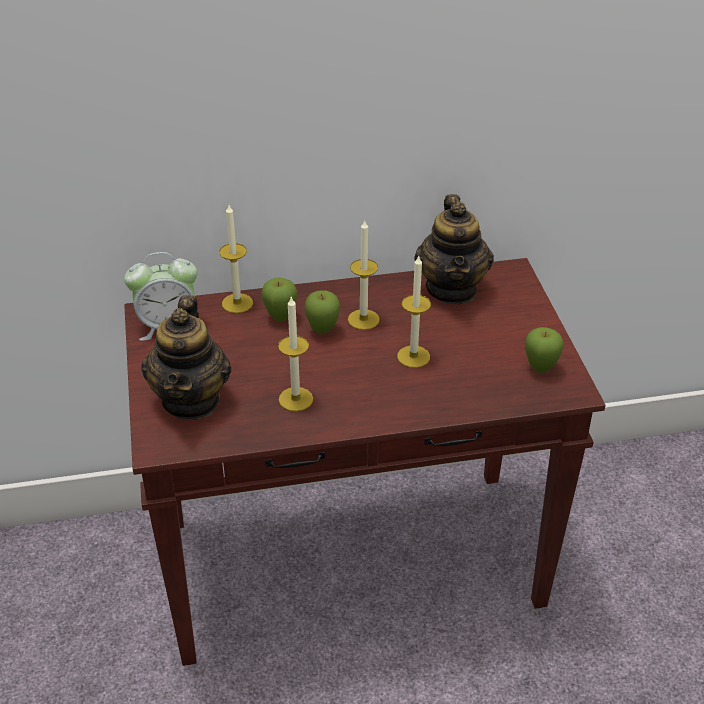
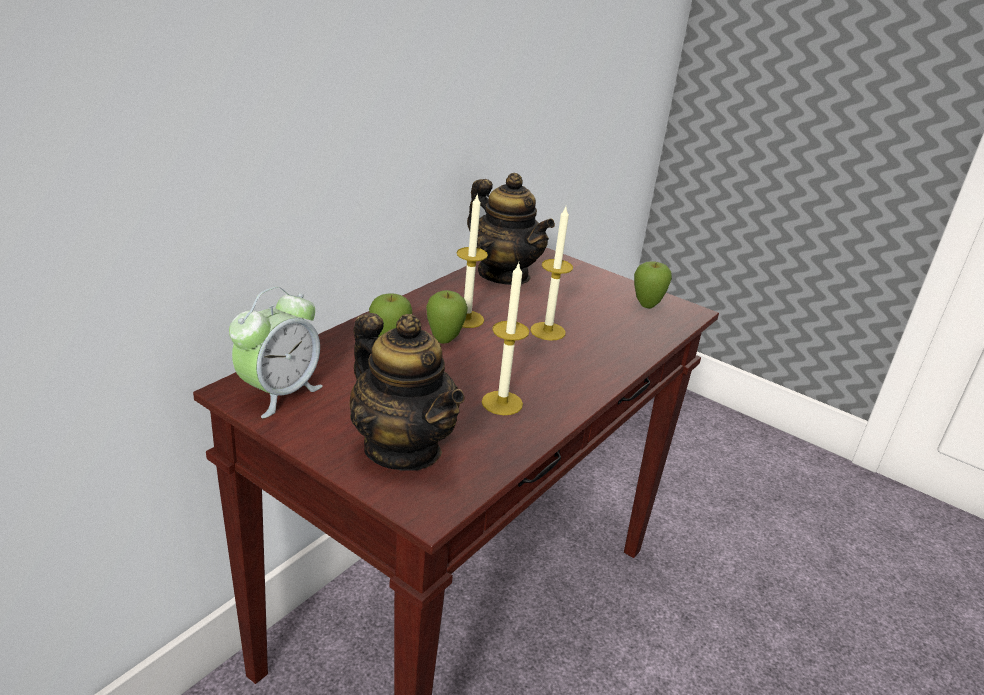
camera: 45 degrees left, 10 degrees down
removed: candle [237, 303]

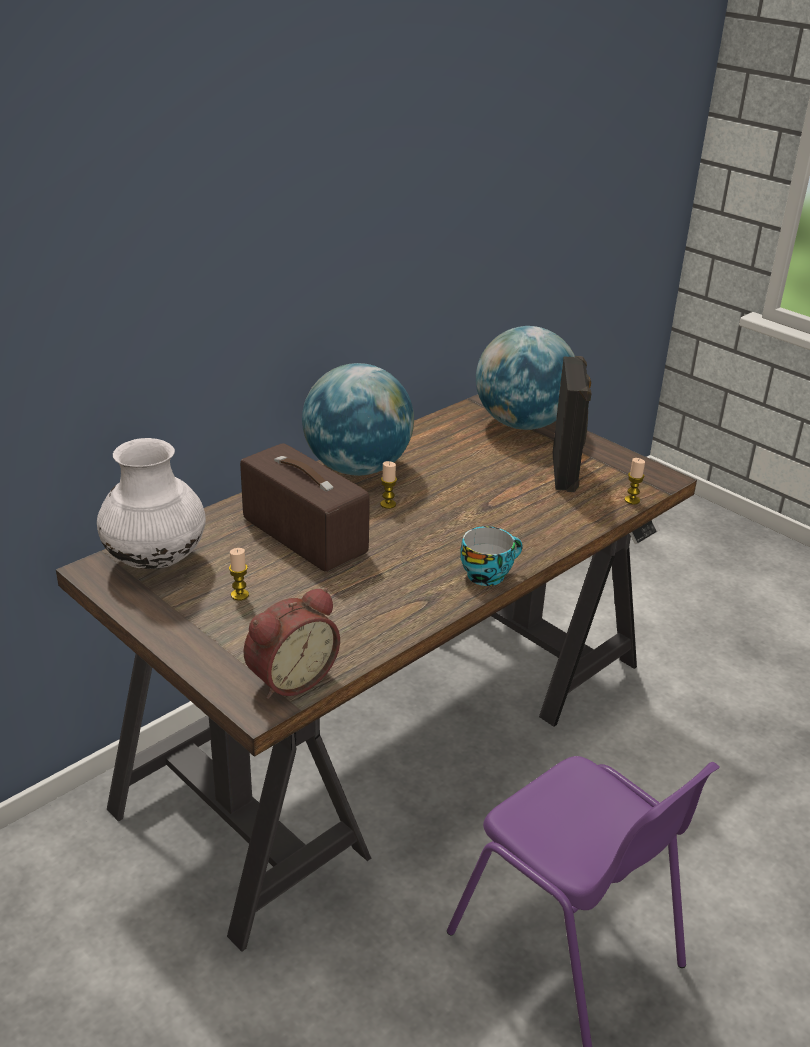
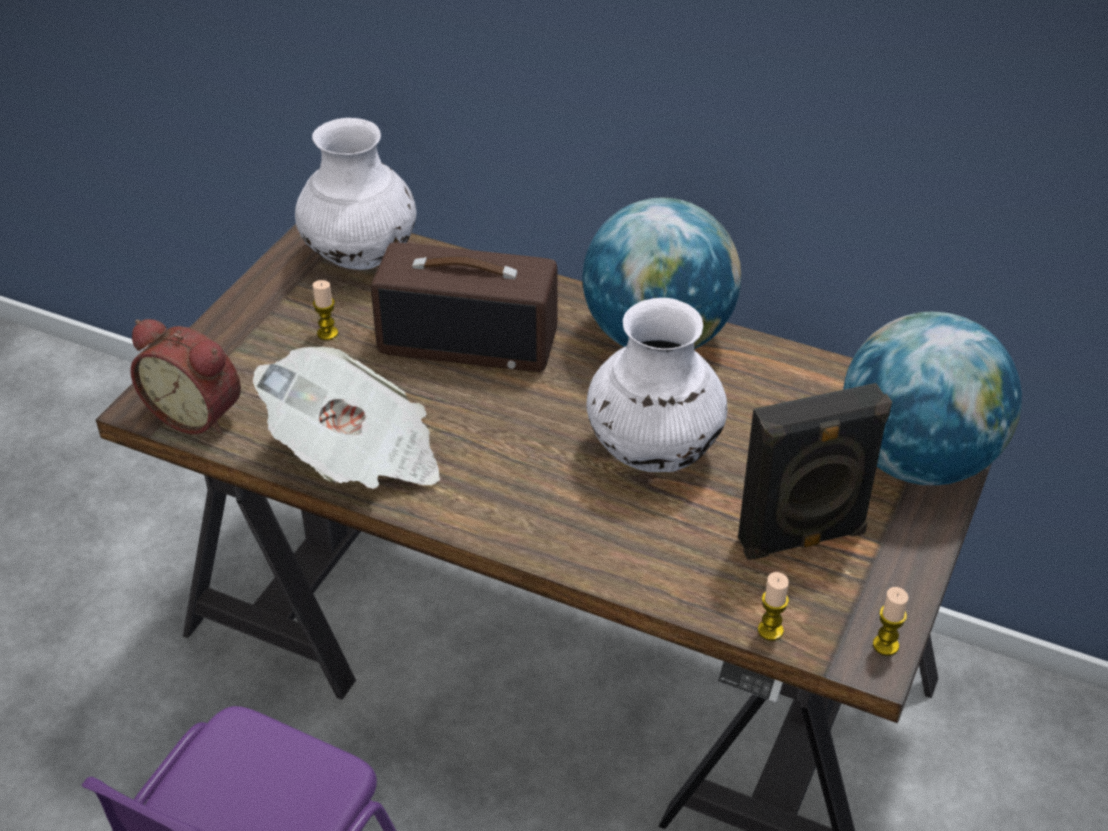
camera: 70 degrees right, 10 degrees up
removed: cup [487, 574]
added: vase/white [653, 451]; newspaper [357, 456]
moved: candle [388, 504] to [885, 645]
turned: radio [302, 536] = [470, 341] 75 degrees clockwise

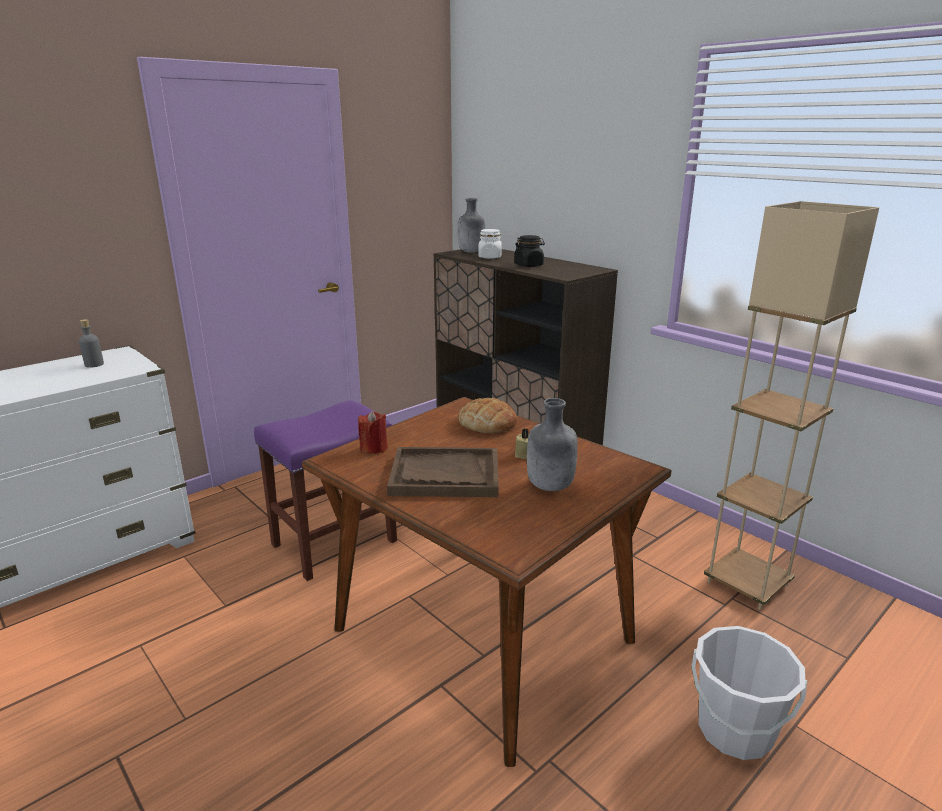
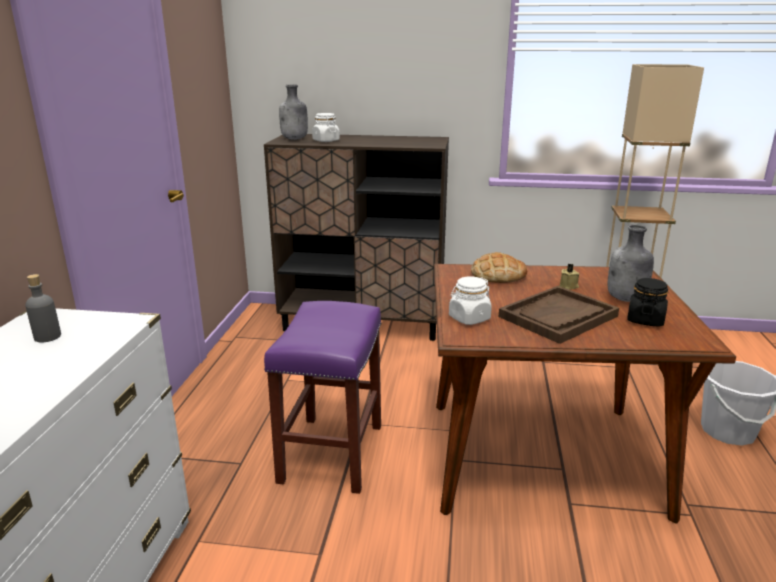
camera: 40 degrees left, 0 degrees up
moved: jar/black [528, 265] to [645, 320]
replaced: candle/red [373, 448] to jar/white [469, 318]

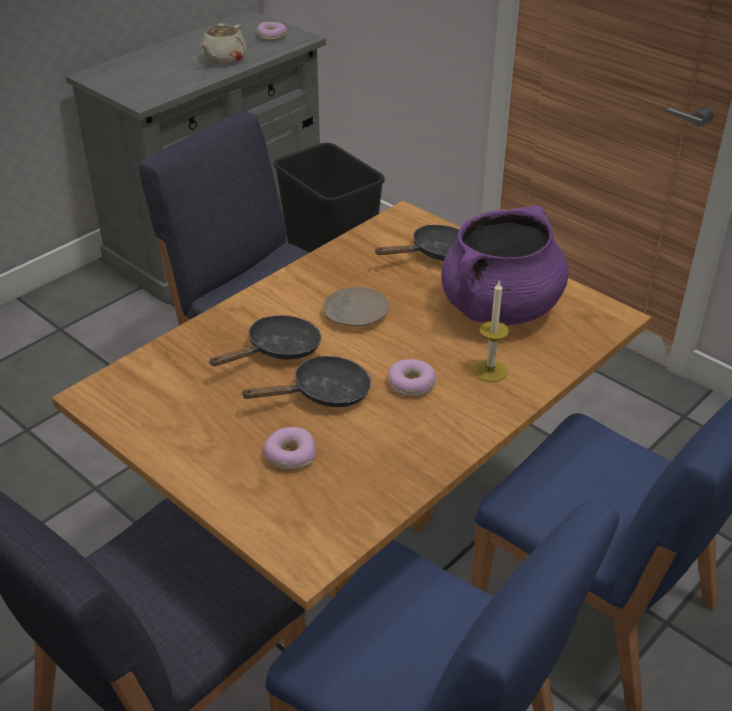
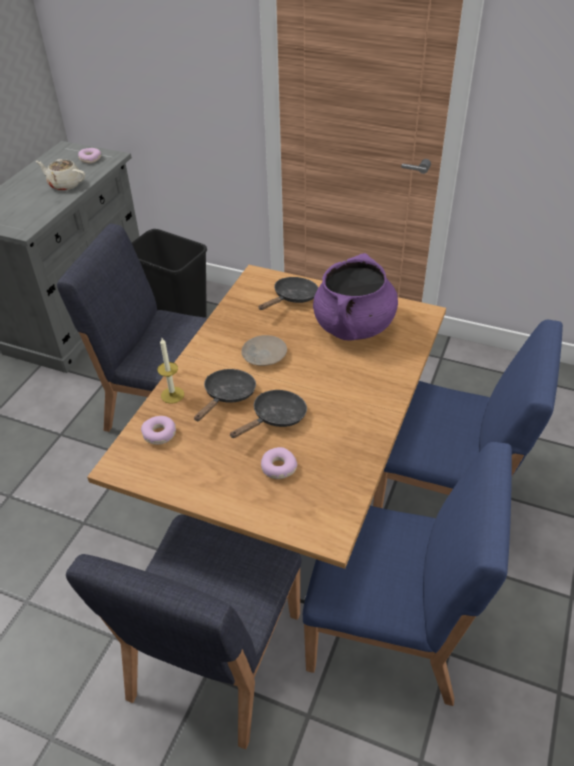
camera: 20 degrees left, 5 degrees up
moved: candle [490, 371] to [172, 395]; donut [411, 384] to [159, 434]
turned: teapot/beige [223, 59] = [65, 184] 105 degrees clockwise

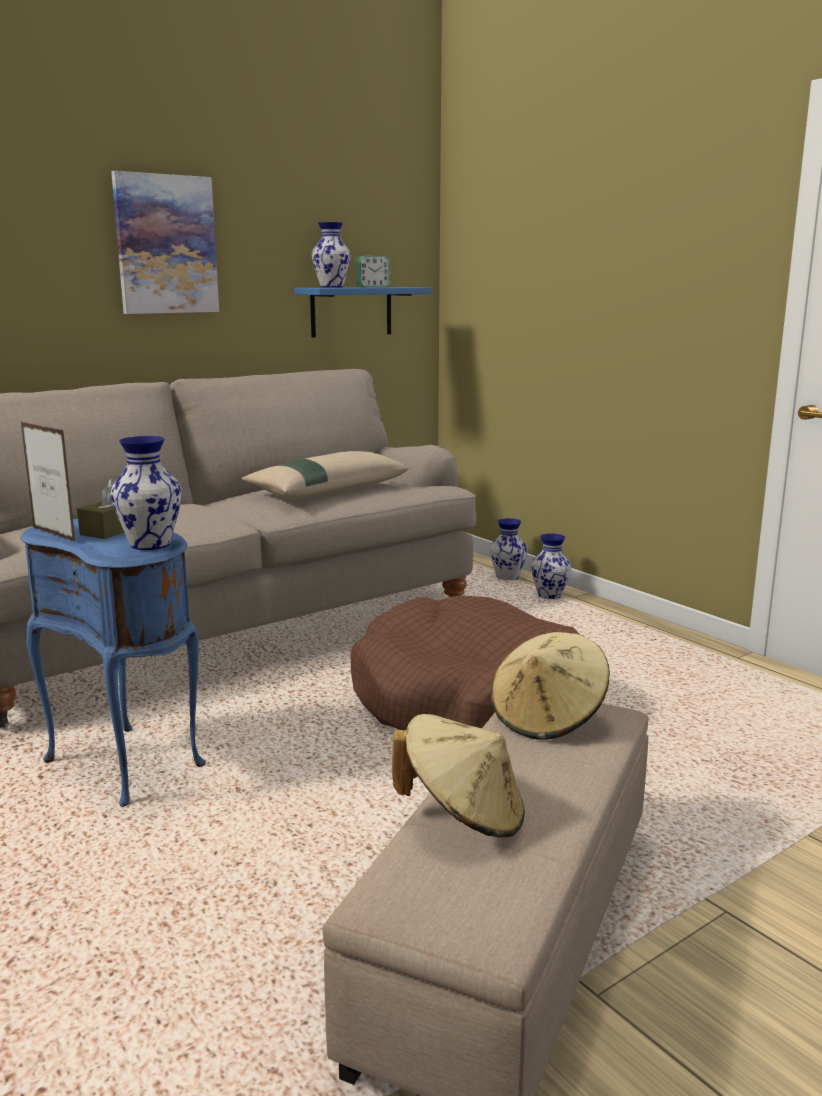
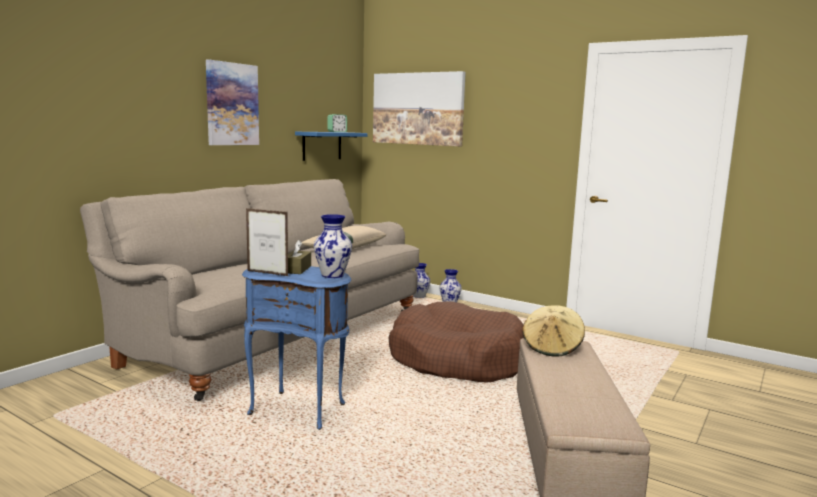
camera: 20 degrees left, 5 degrees down
removed: vase [332, 287]; hat/beige [463, 815]
added: picture [418, 109]

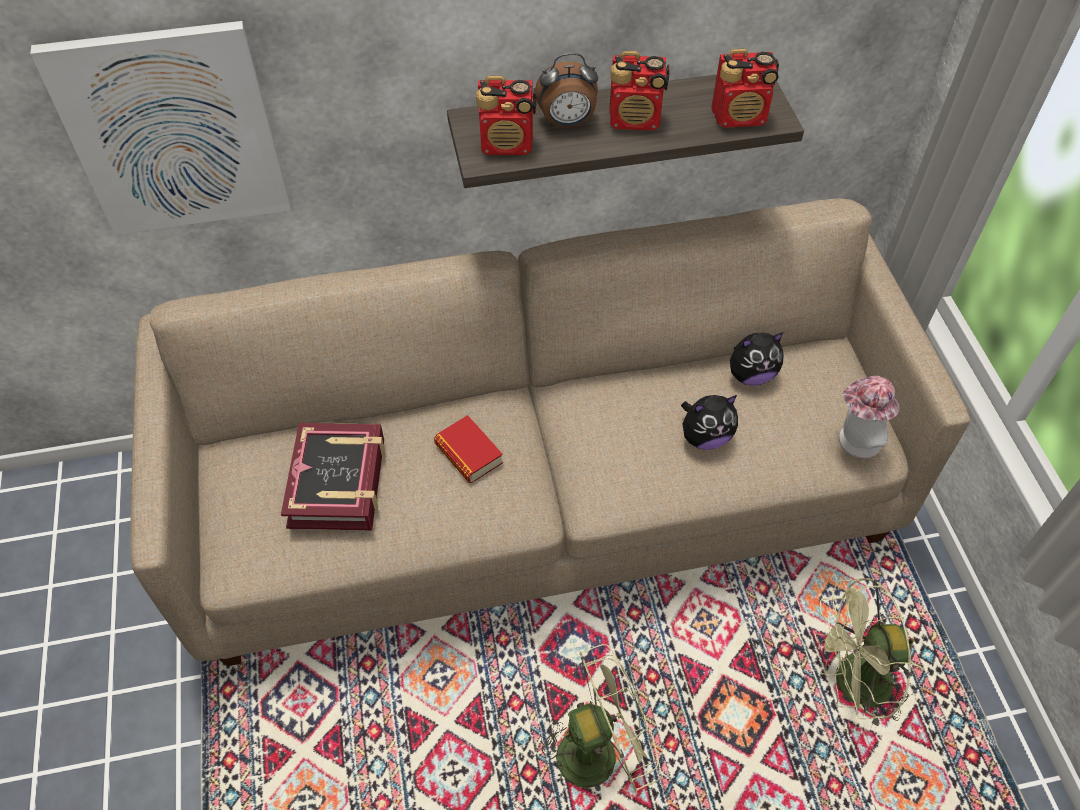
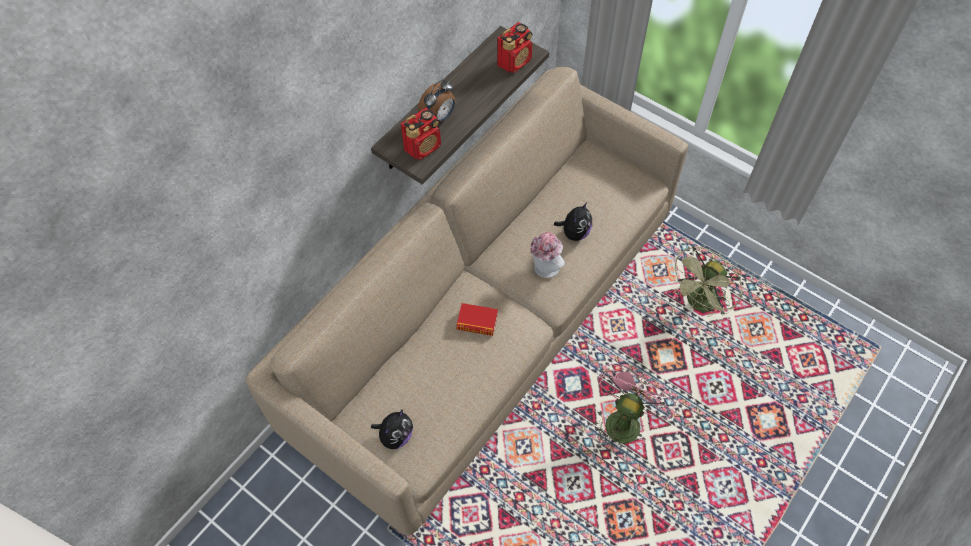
camera: 40 degrees left, 5 degrees up
removed: picture [173, 131]; radio [635, 120]; book [338, 483]
moved: plush toy [750, 374] to [395, 436]; hat [854, 441] to [544, 269]
recoloured: fan/green [598, 749] to fan/pink [624, 419]

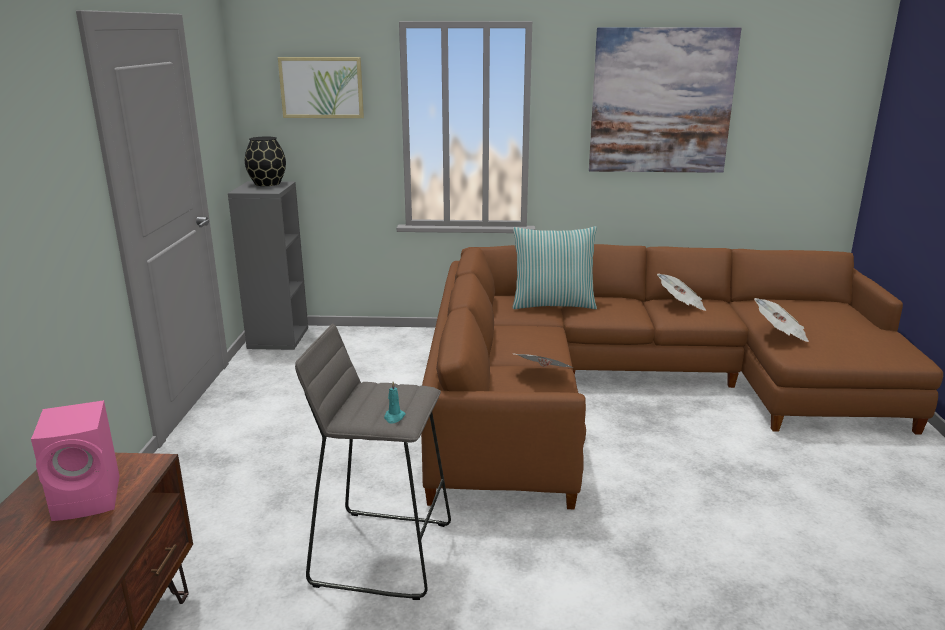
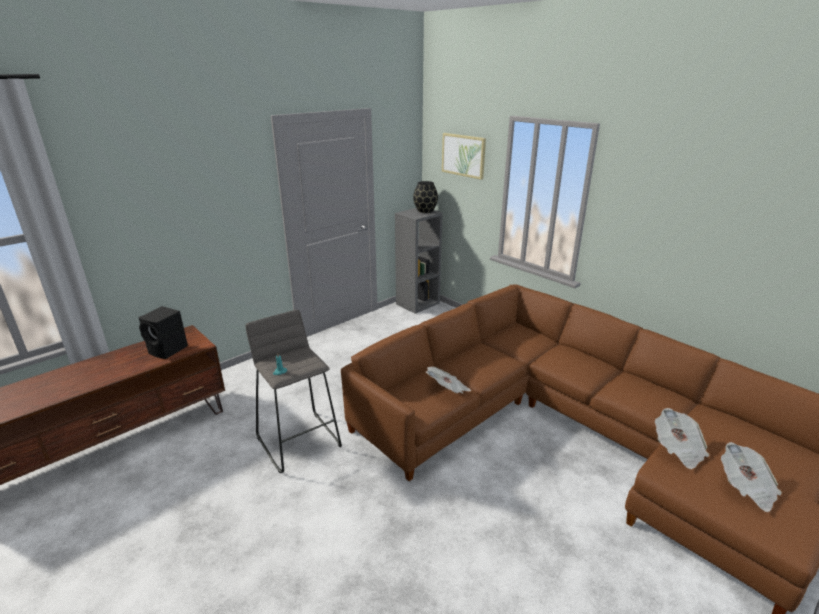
camera: 45 degrees right, 5 degrees up
removed: picture [661, 101]; pillow [553, 304]
moved: newspaper [681, 305] to [746, 488]
recoloured: speaker/pink [90, 498] to speaker/black [168, 350]

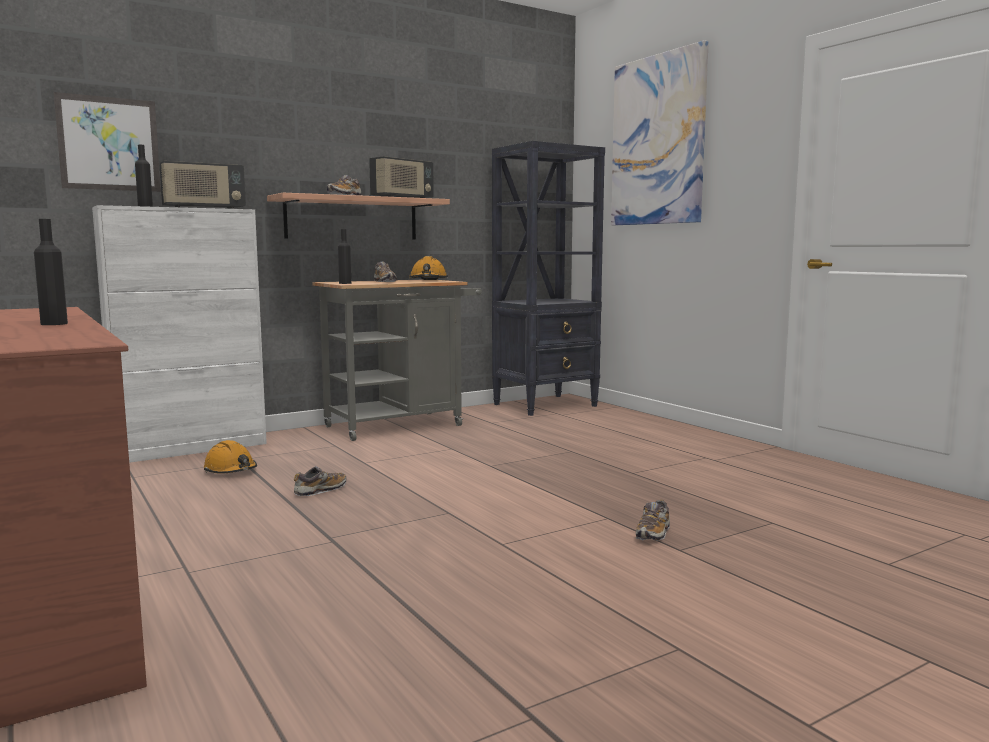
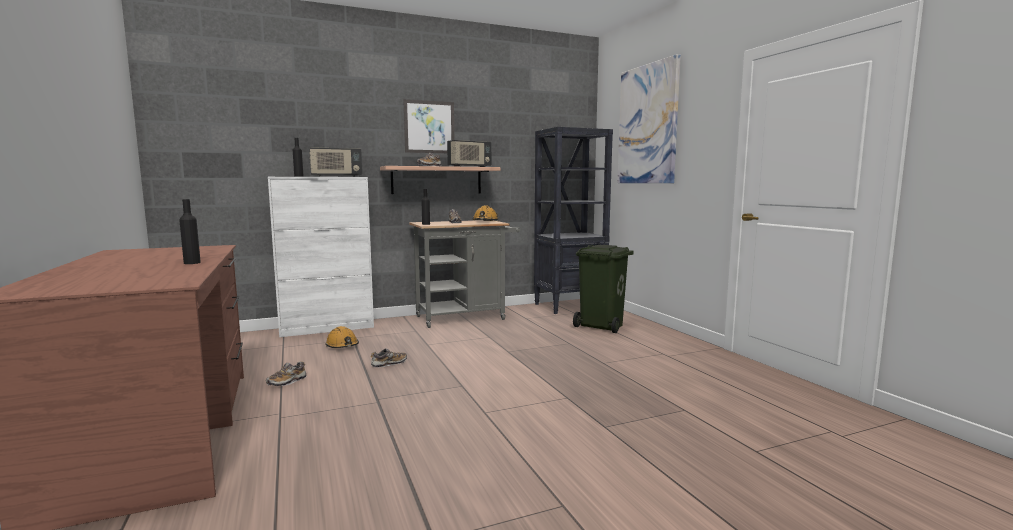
camera: 10 degrees right, 0 degrees up
added: trash can/green [602, 326]
moved: picture [109, 144] to [429, 127]; shoe [653, 534] to [287, 382]

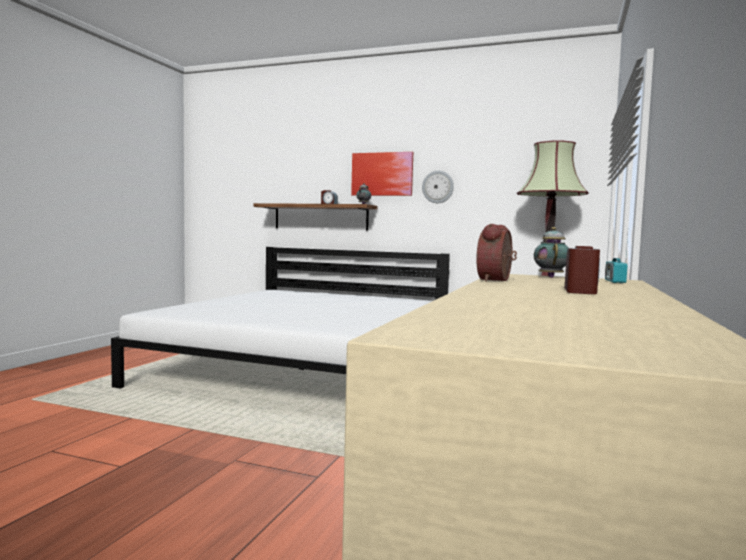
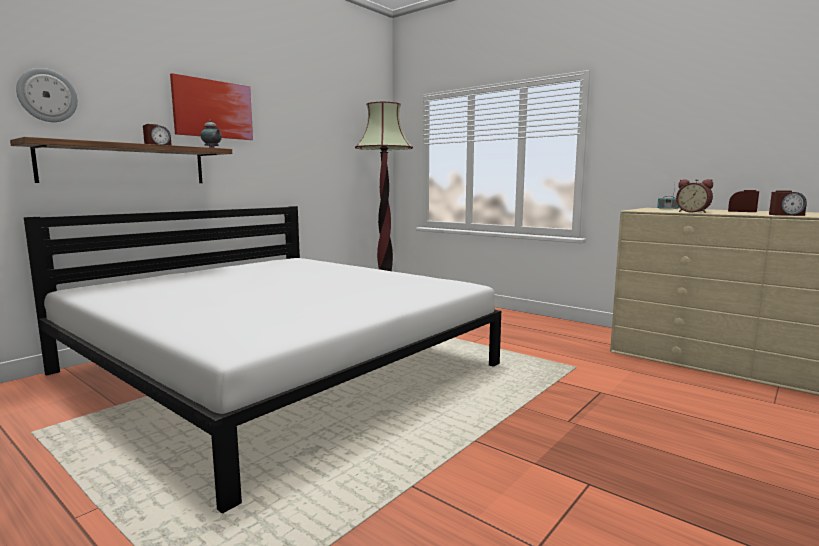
camera: 70 degrees left, 5 degrees up
removed: teapot [551, 277]
added: alarm clock [786, 215]
moved: wall clock [438, 187] to [47, 95]

